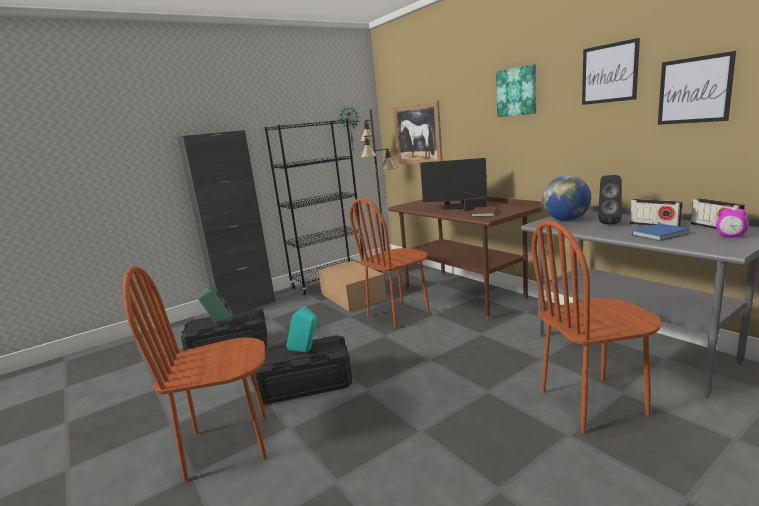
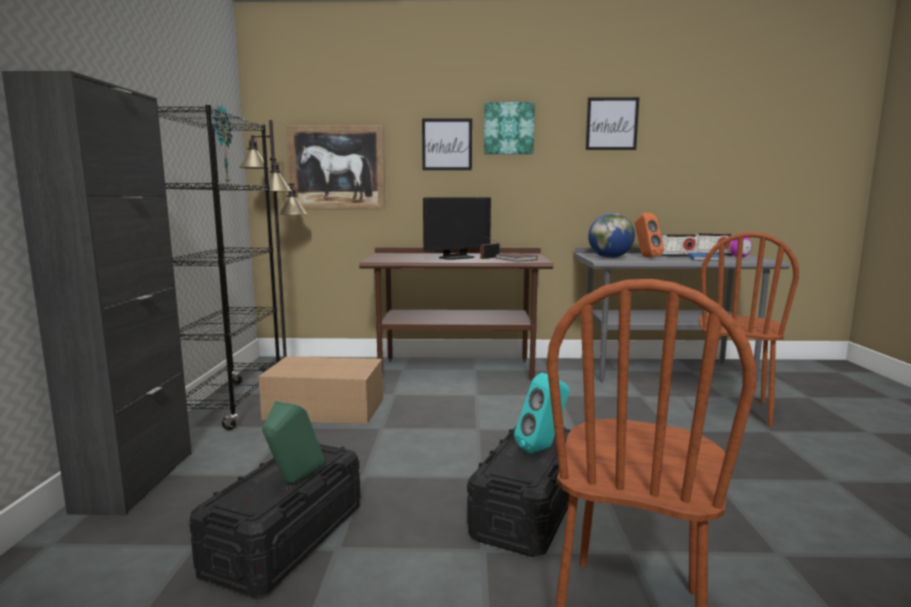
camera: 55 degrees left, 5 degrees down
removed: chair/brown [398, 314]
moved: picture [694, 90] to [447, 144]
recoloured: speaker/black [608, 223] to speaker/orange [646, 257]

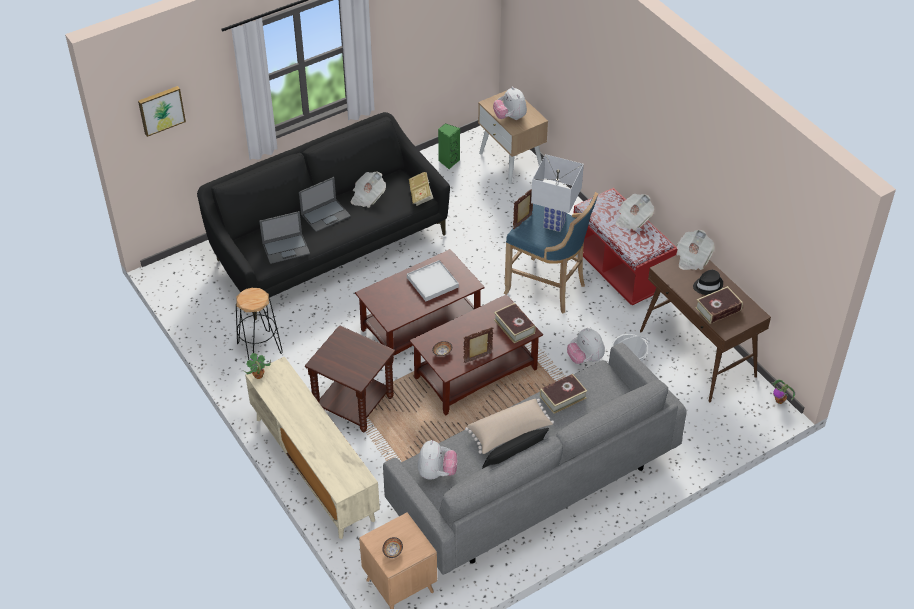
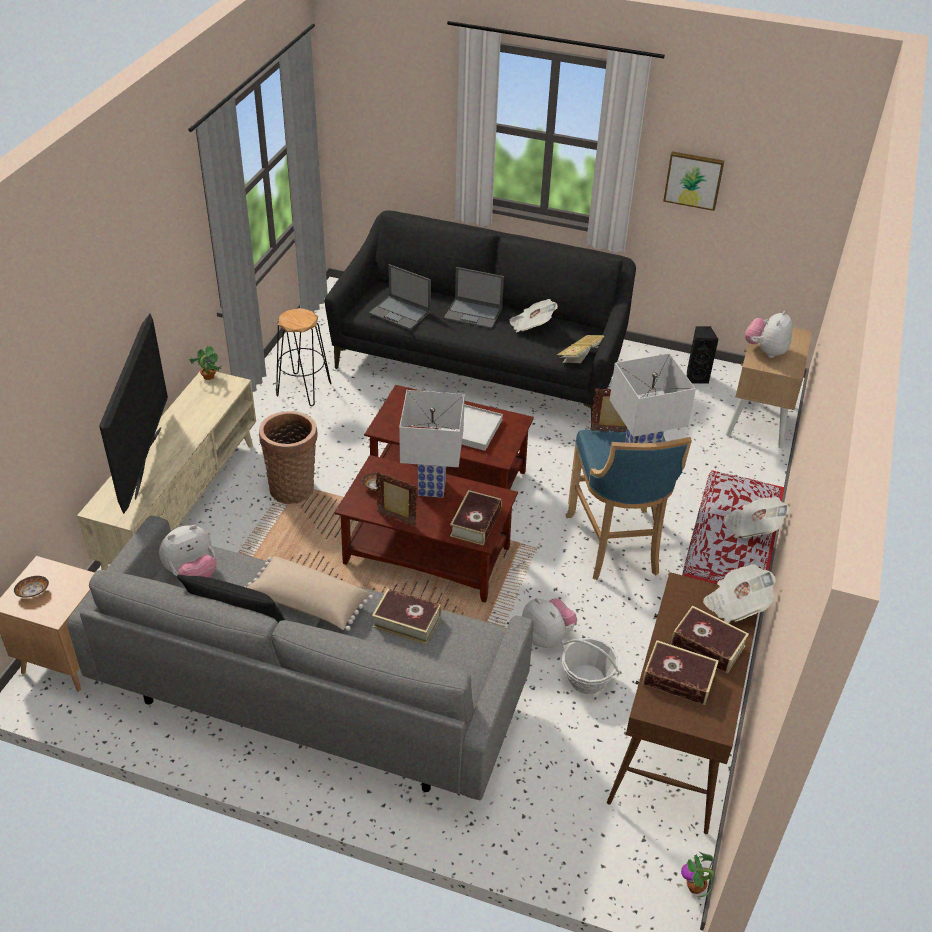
camera: 50 degrees right, 5 degrees down
added: television [146, 462]; table lamp/white [431, 488]
moved: picture [161, 110] to [693, 179]
replaced: hat/black [707, 285] to book [707, 645]; side table/brown [353, 403] to basket [293, 487]
recoloured: speaker/green [448, 161] to speaker/black [696, 377]
turned: plush toy [585, 358] = [547, 636] 120 degrees clockwise

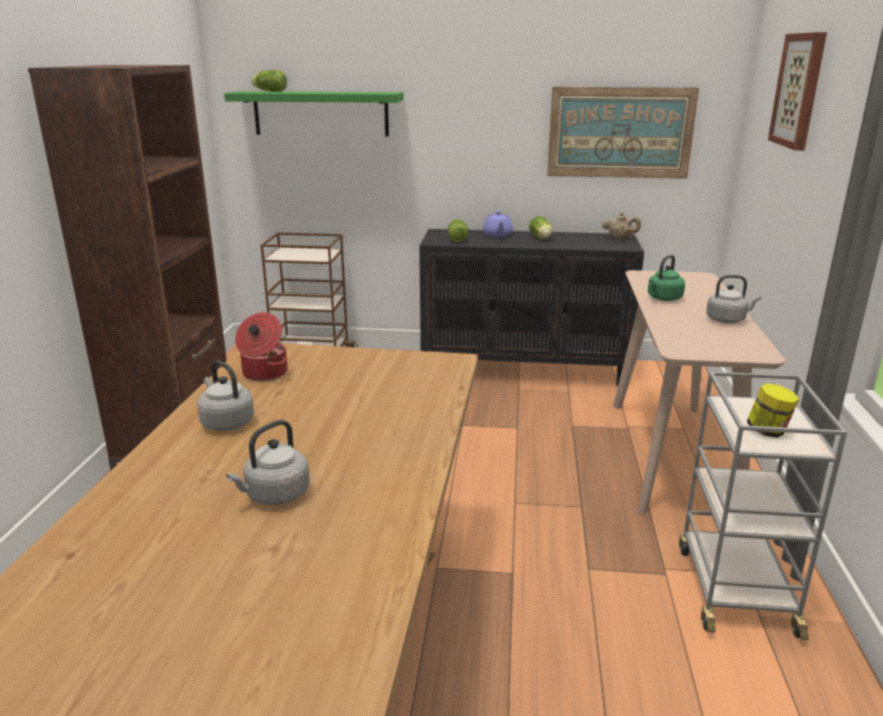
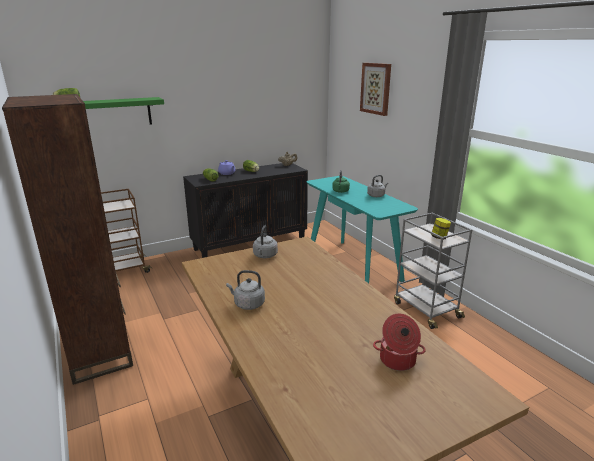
camera: 35 degrees left, 0 degrees up
removed: picture [620, 132]
moved: cooking pot [264, 373] to [397, 361]; kettle/grey [275, 495] to [265, 256]
recoloured: console table/beige [672, 454] to console table/turquoise [353, 264]

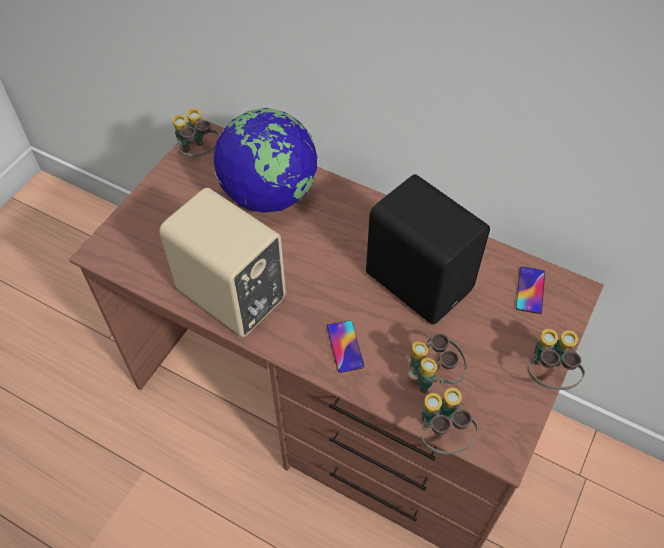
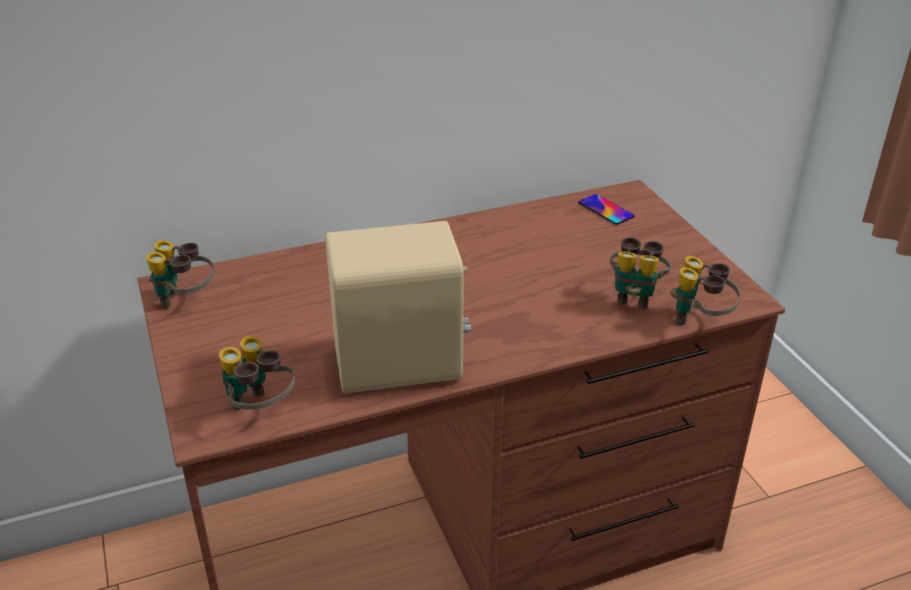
camera: 50 degrees left, 20 degrees down
removed: globe [269, 194]; speaker/black [419, 279]; phone [345, 346]
moved: binoculars [548, 375] to [260, 409]

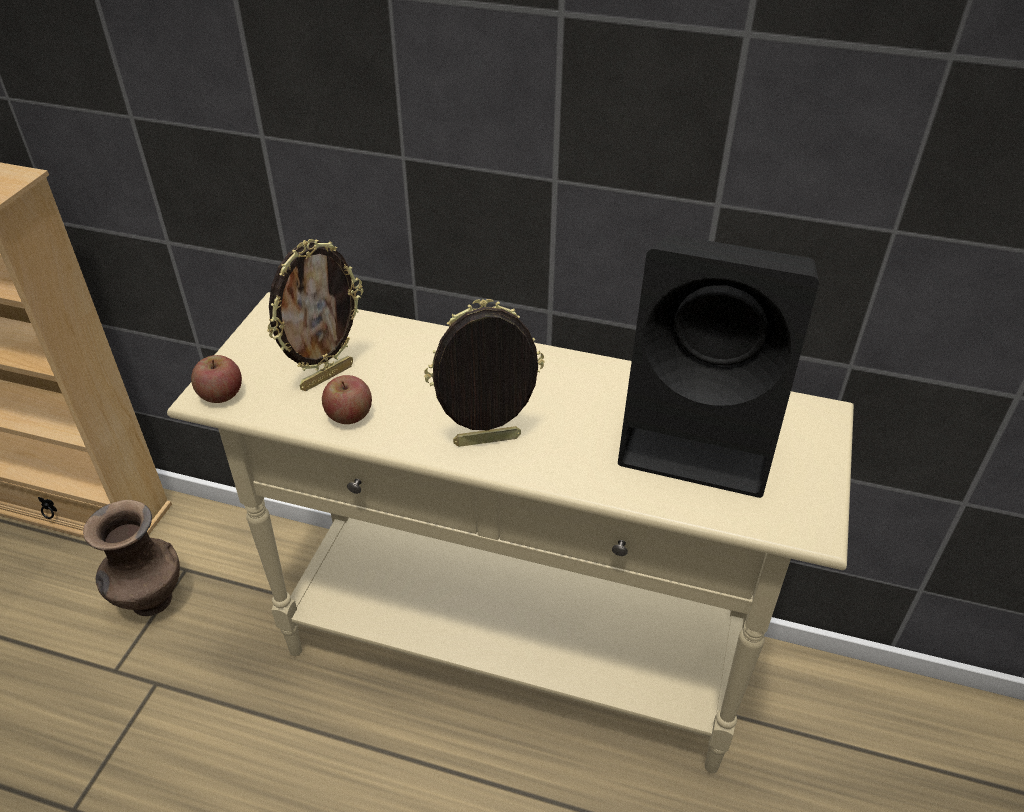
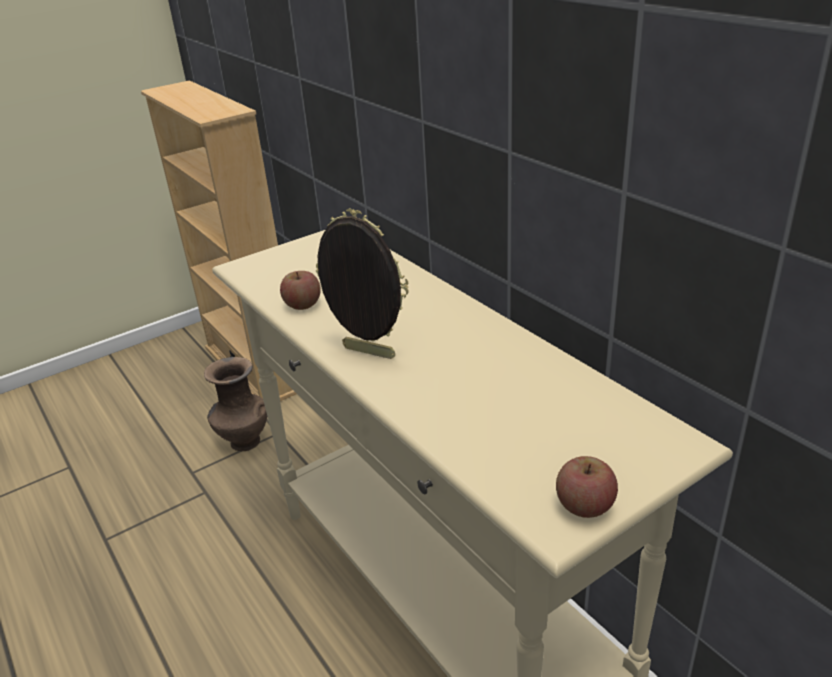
camera: 40 degrees right, 10 degrees down
removed: speaker/black [705, 434]; picture frame [326, 376]
moved: apple [221, 394] to [585, 505]

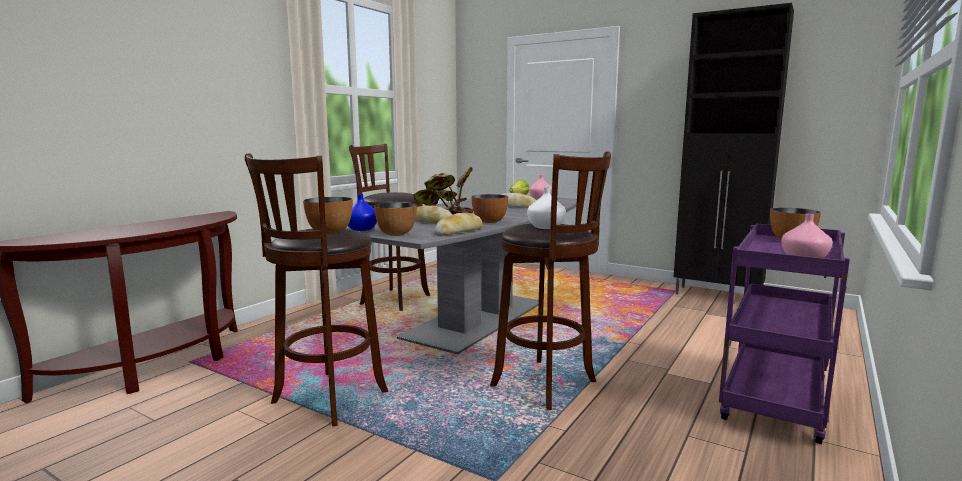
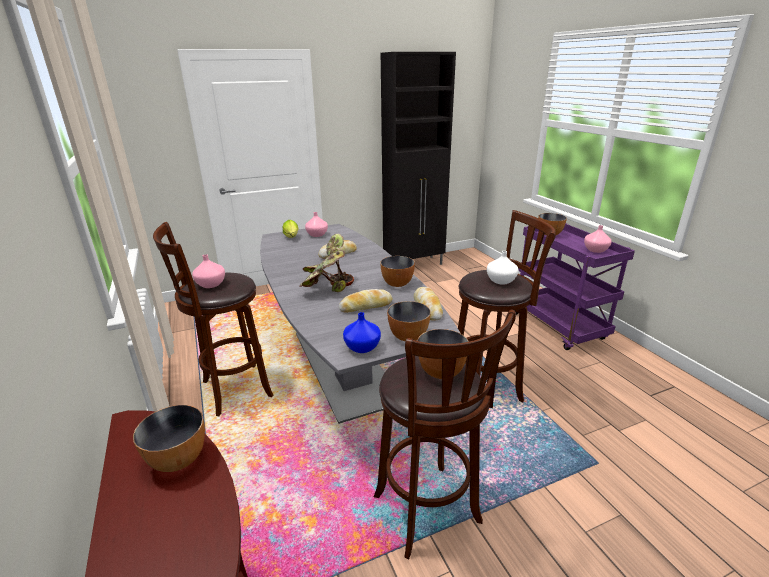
camera: 55 degrees left, 15 degrees up
added: vase/pink [211, 284]; bowl [179, 459]

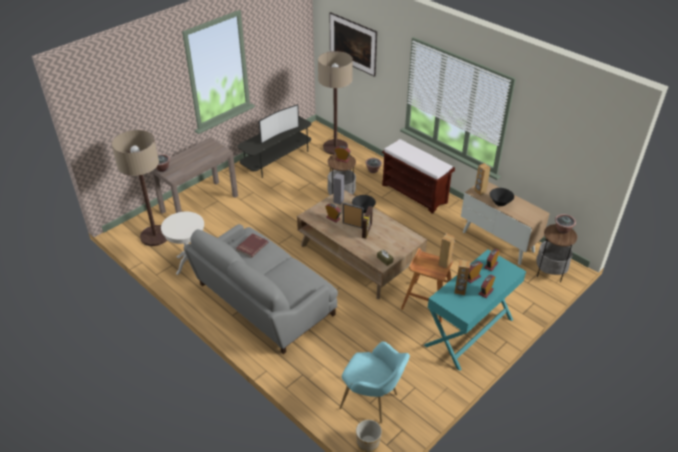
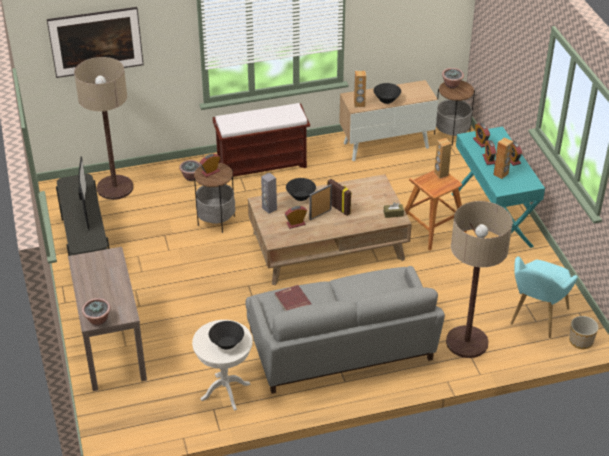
camera: 60 degrees left, 0 degrees up
added: bowl/black [226, 343]
moved: floor lamp [155, 236] to [467, 342]
turned: armchair/turquoise [373, 402] = [536, 318] 150 degrees clockwise

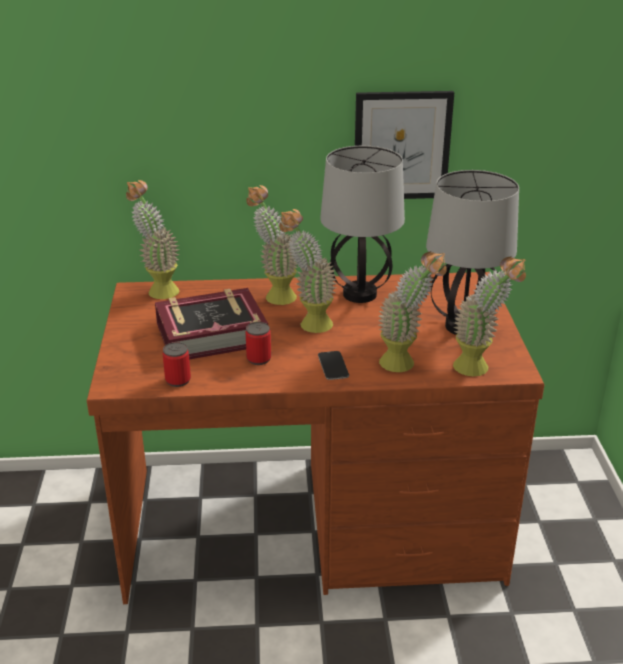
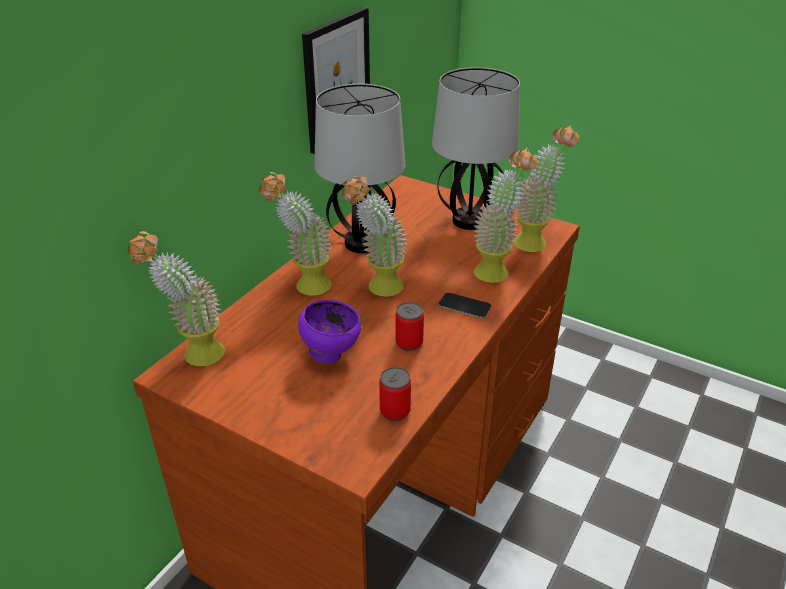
camera: 55 degrees left, 5 degrees up
replaced: book [211, 334] to bowl/purple [330, 354]

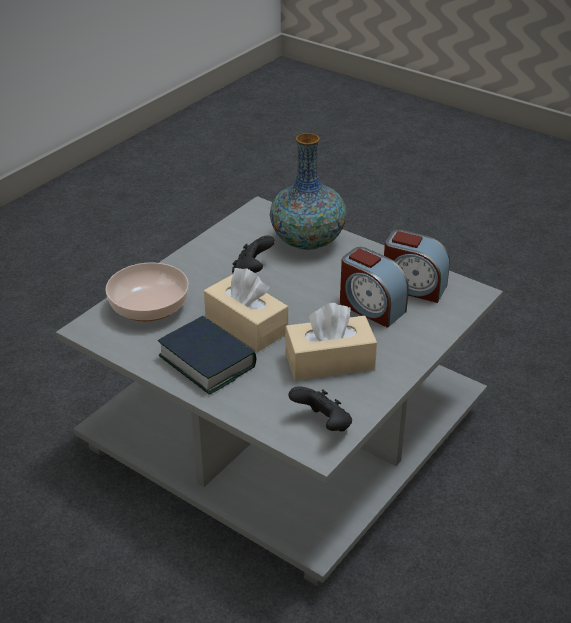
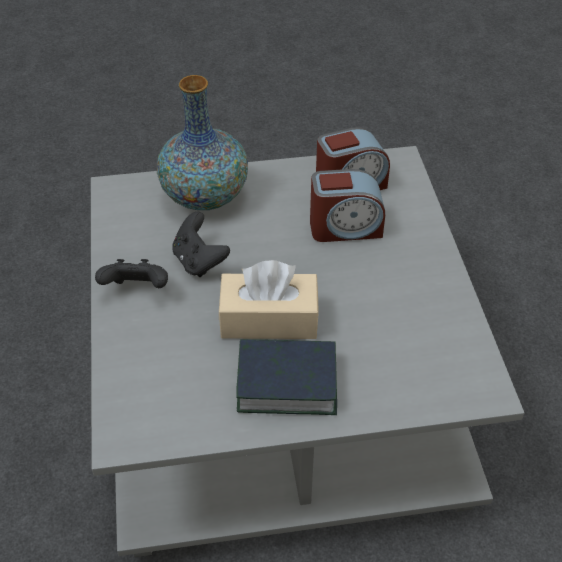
camera: 45 degrees left, 10 degrees up
removed: bowl [149, 305]; tissue box/beige [329, 361]
moved: game controller/black [323, 425] to [137, 290]

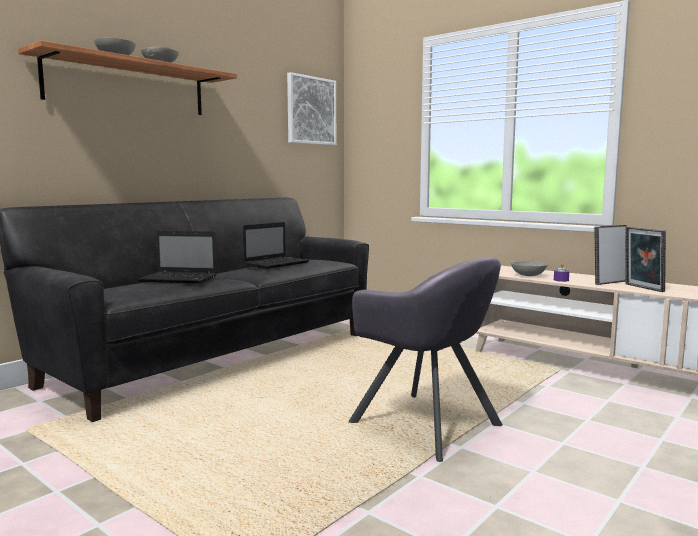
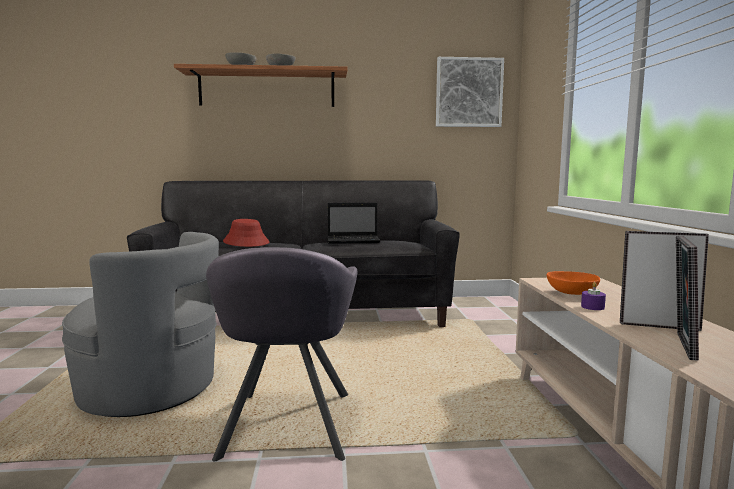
camera: 45 degrees right, 0 degrees up
added: armchair/grey [152, 390]
replaced: laptop [180, 279] to hat/red [246, 242]
recoloured: bowl/grey [528, 276] to bowl/orange [571, 293]

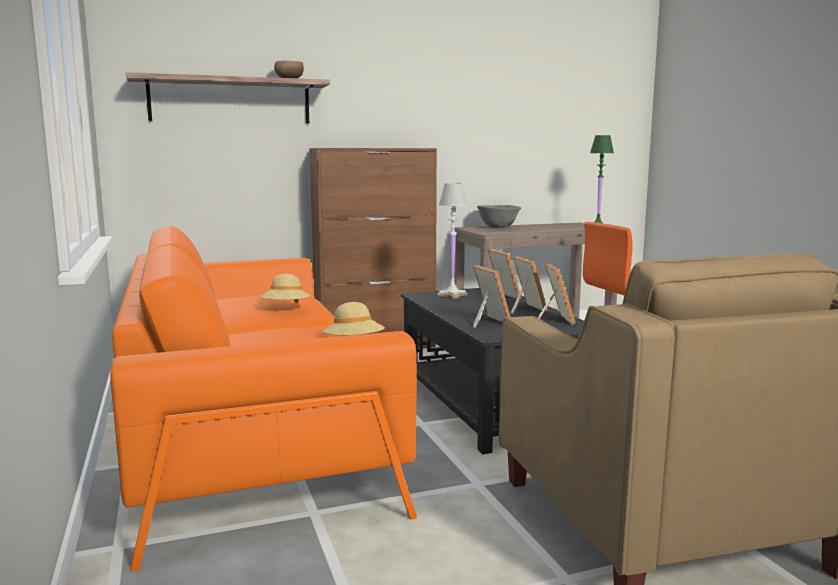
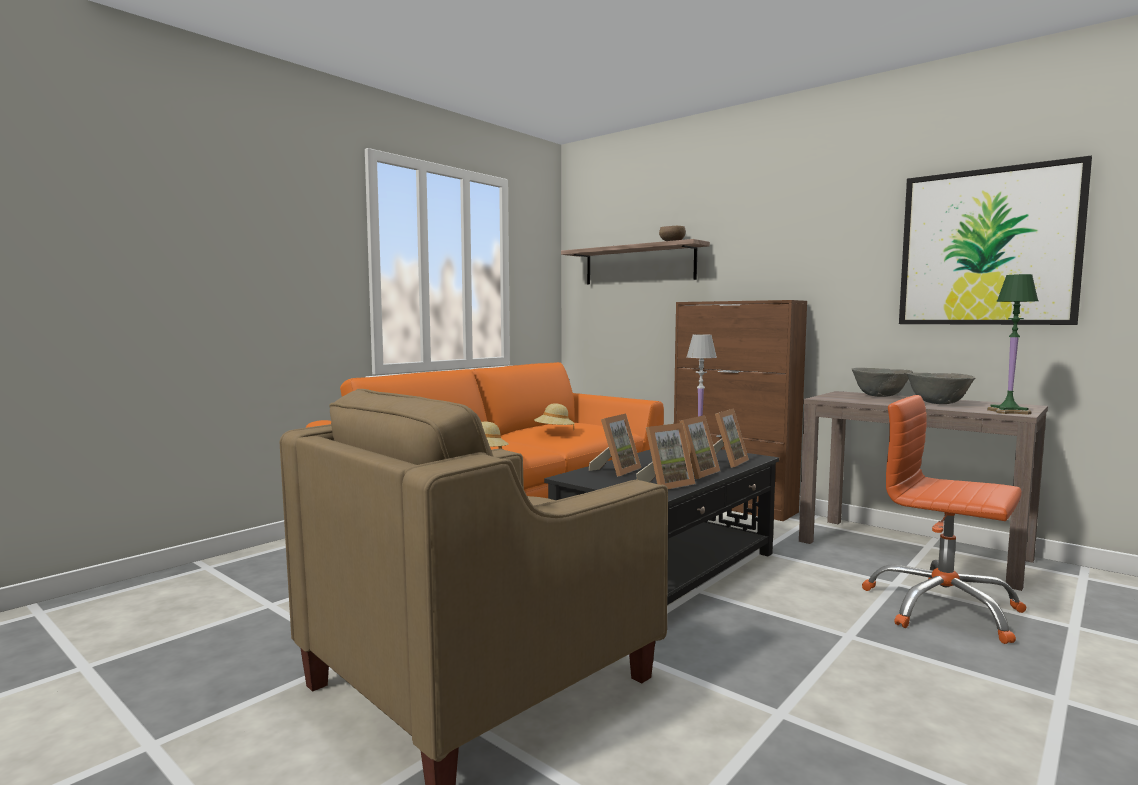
camera: 60 degrees right, 5 degrees down
added: picture [987, 247]; bowl/grey [938, 403]

